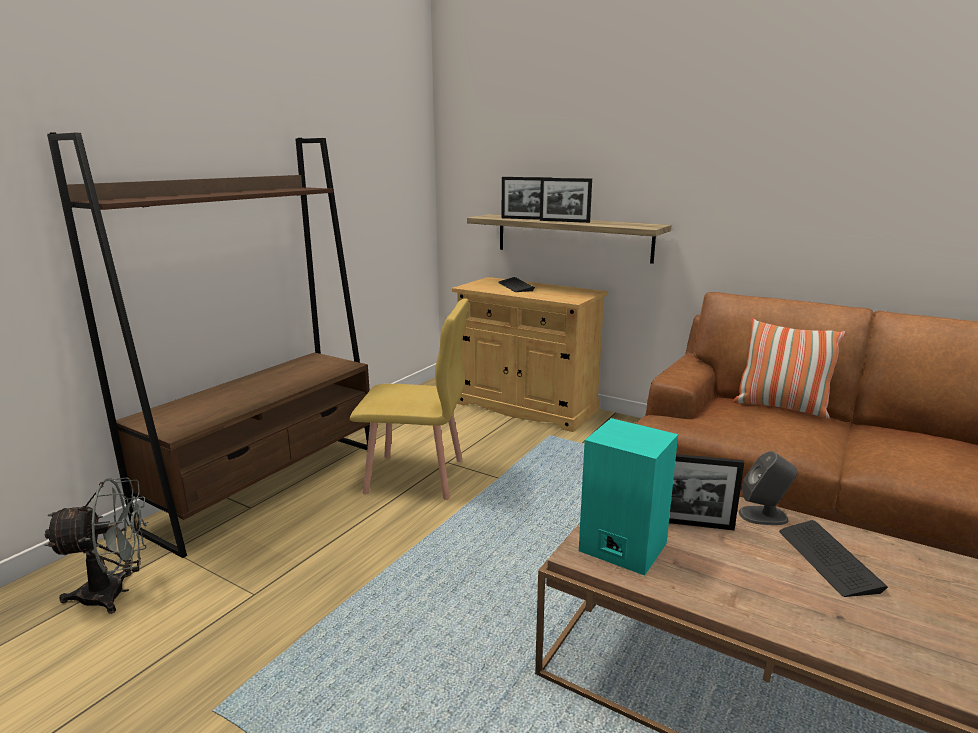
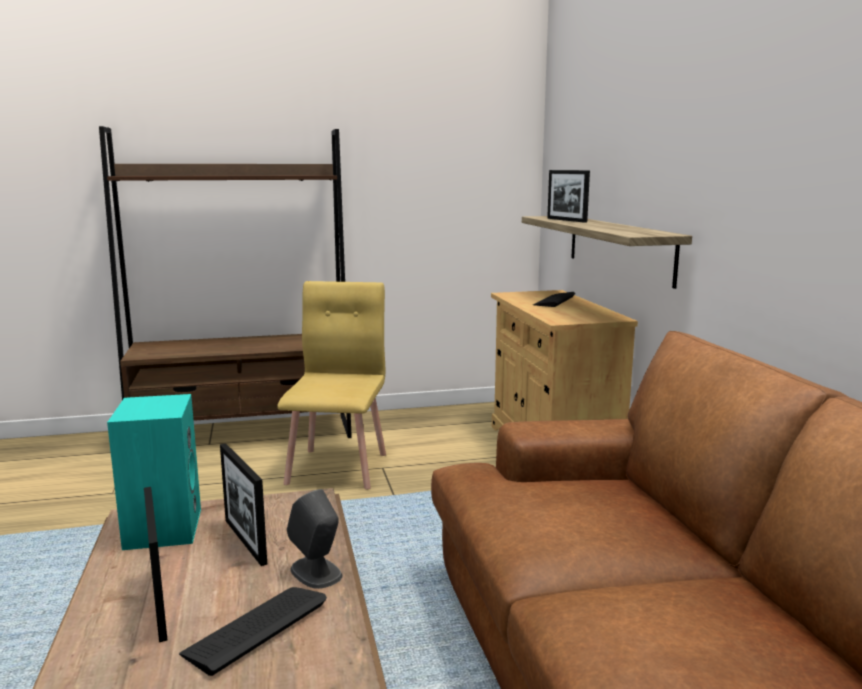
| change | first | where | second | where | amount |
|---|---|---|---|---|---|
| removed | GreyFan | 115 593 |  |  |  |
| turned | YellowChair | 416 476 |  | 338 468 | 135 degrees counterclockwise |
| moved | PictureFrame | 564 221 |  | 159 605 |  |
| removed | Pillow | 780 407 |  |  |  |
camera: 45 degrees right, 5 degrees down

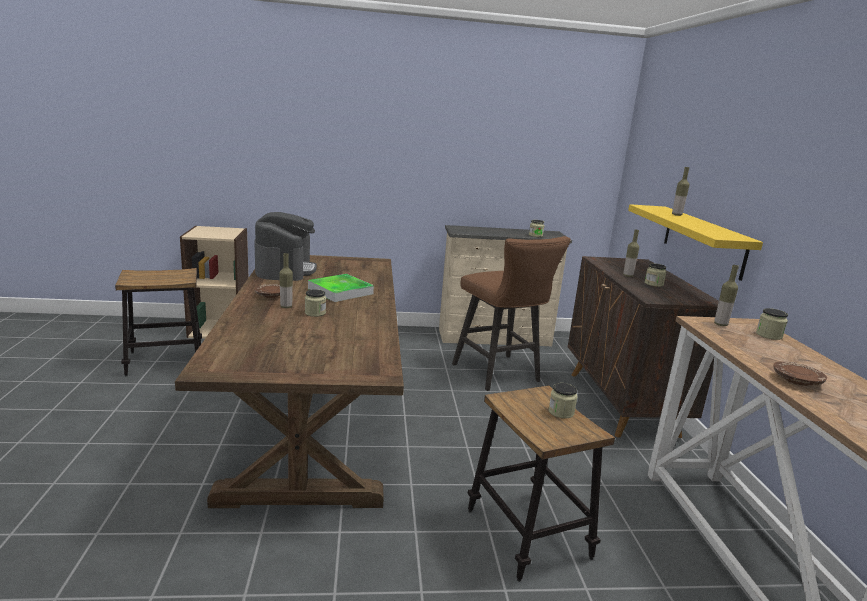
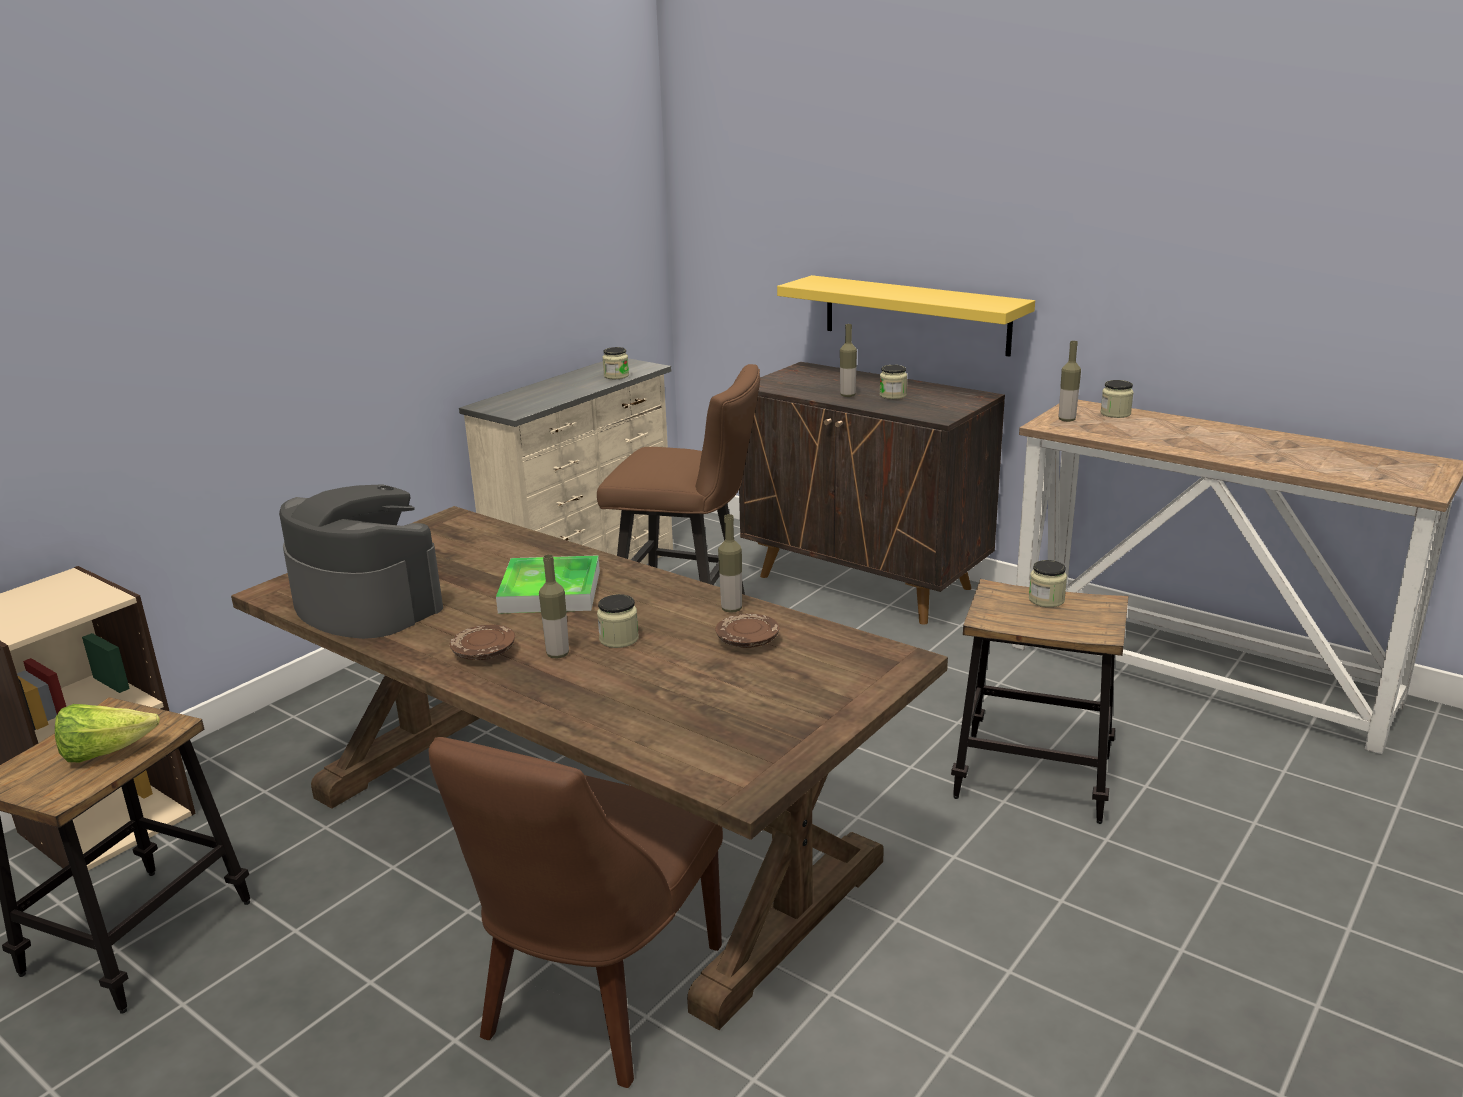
| change | first | where | second | where | amount |
|---|---|---|---|---|---|
| moved | Bottle | 676 215 |  | 731 609 |  |
| moved | BrownPlate | 796 381 |  | 747 641 |  |
| added |  |  | Lettuce | 106 752 |  |
| added |  |  | BrownChair | 596 997 |  |
camera: 45 degrees left, 5 degrees up

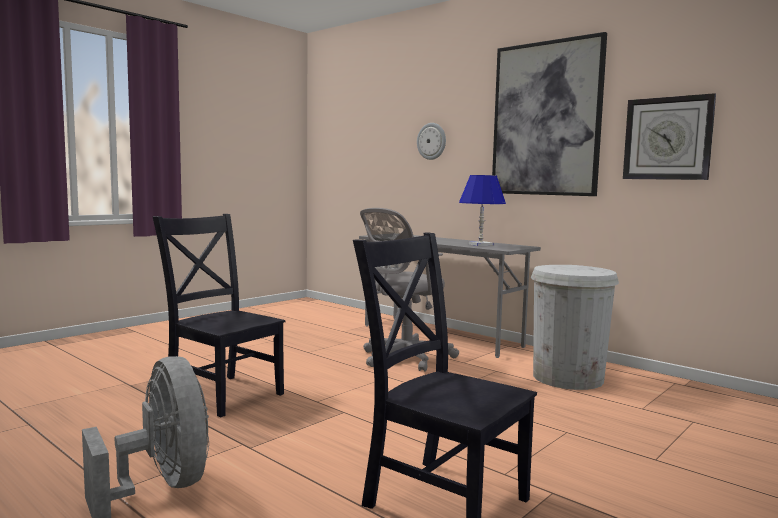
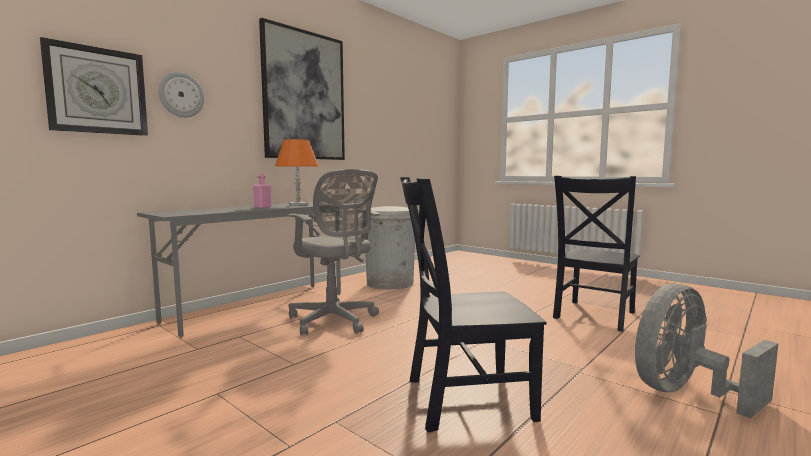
| change | first | where | second | where | amount |
|---|---|---|---|---|---|
| turned | BlackChair | 223 393 |  | 462 399 | 45 degrees clockwise |
| recoloured | BlueTableLamp | 480 245 | OrangeTableLamp | 298 205 |  |
| moved | WallClock | 667 138 |  | 97 90 |  |
| added |  |  | PinkBottle | 262 207 |  |
camera: 90 degrees left, 0 degrees up

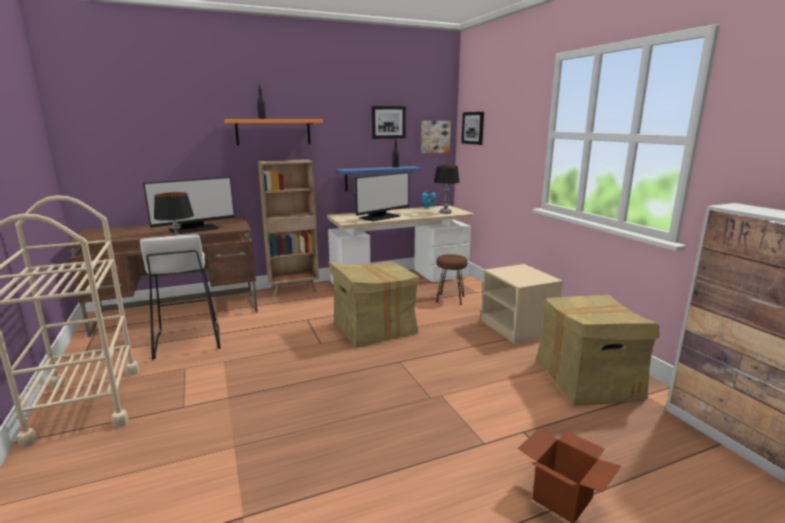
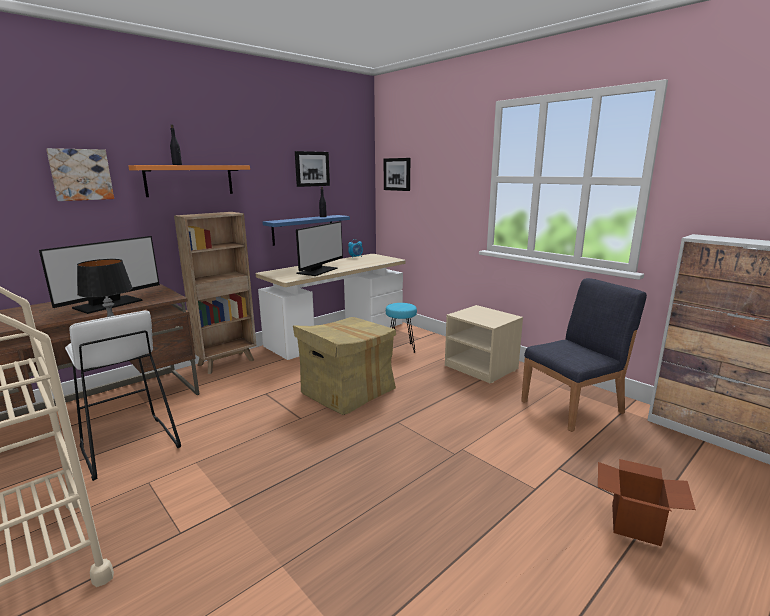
| change | first | where | second | where | amount |
|---|---|---|---|---|---|
| moved | Picture | 435 137 |  | 81 174 |  |
| removed | TableLamp | 445 213 |  |  |  |
| recoloured | BrownStool | 450 299 | TurquoiseStool | 401 348 |  |
| replaced | CardboardBox | 587 380 | BlueChair | 573 407 |  |
camera: 20 degrees left, 0 degrees up

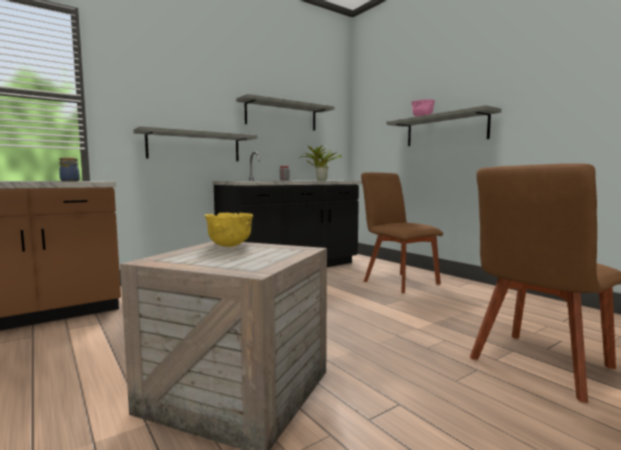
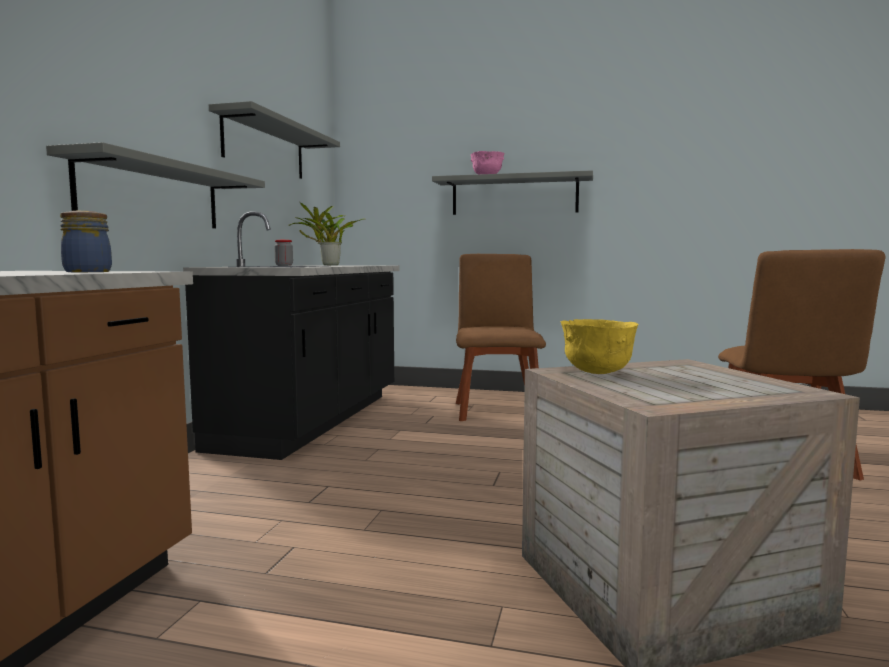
| change | first | where | second | where | amount |
|---|---|---|---|---|---|
| turned | BrownChair | 398 281 |  | 497 410 | 75 degrees clockwise |
camera: 40 degrees left, 0 degrees up

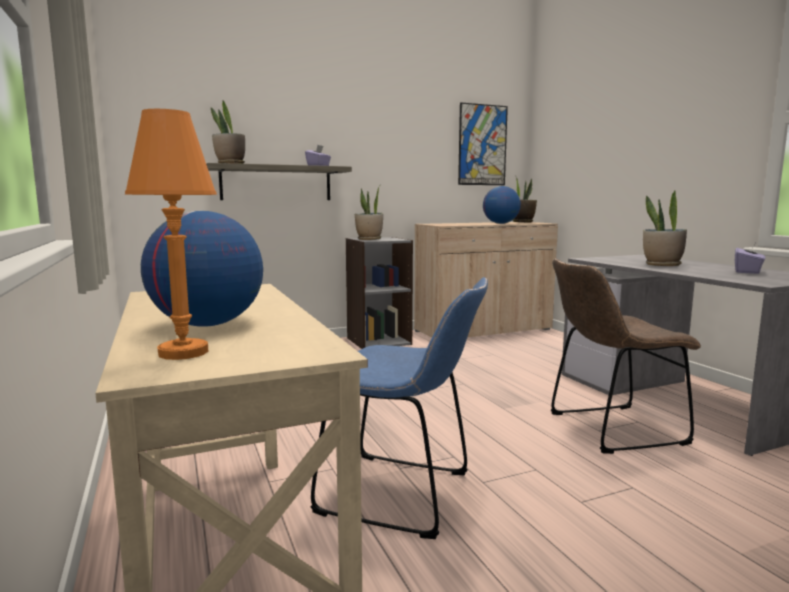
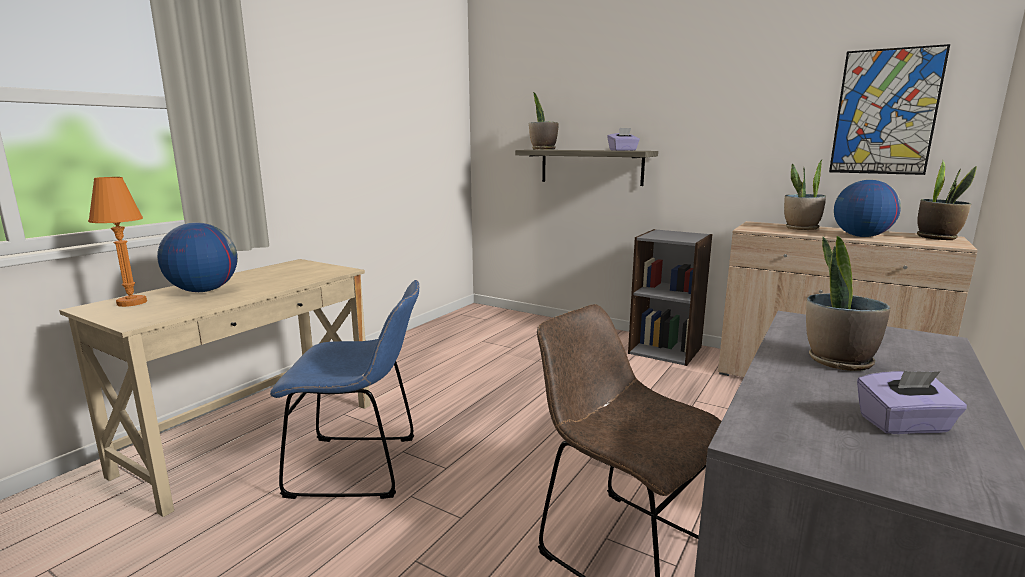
| change | first | where | second | where | amount |
|---|---|---|---|---|---|
| turned | BlueChair | 403 495 |  | 361 467 | 75 degrees counterclockwise |
| moved | PottedPlant | 369 239 |  | 801 228 |  |
camera: 55 degrees right, 5 degrees up

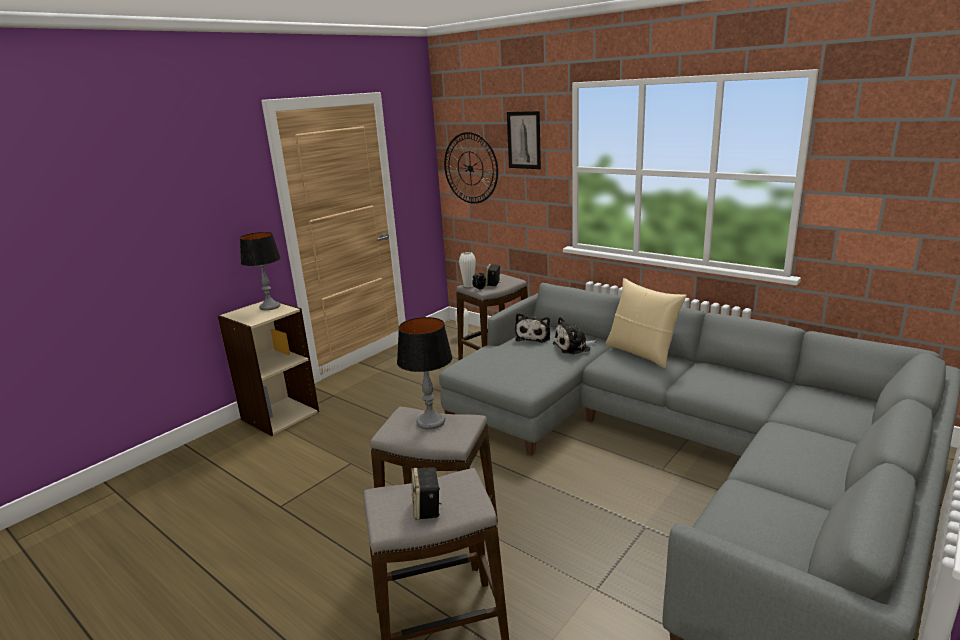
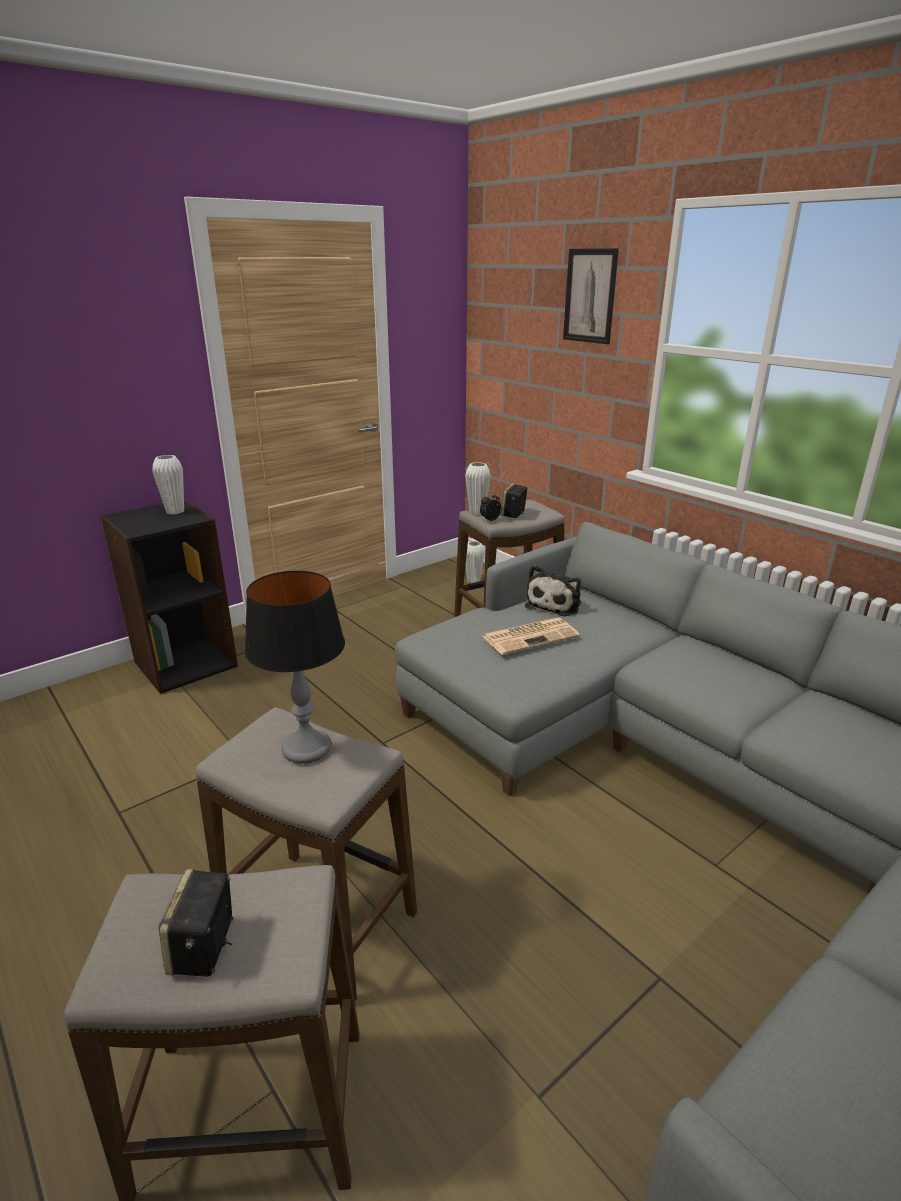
| change | first | where | second | where | amount |
|---|---|---|---|---|---|
| recoloured | BeigeBookcase | 280 415 | BlackBookcase | 185 663 |  |
| replaced | TableLamp | 269 307 | WhiteVase | 175 511 |  |
| removed | WallClock | 470 168 |  |  |  |
| removed | PlushToy | 573 347 |  |  |  |
| removed | BeigePillow | 641 353 |  |  |  |
| added |  |  | Newspaper | 531 636 |  |
camera: 10 degrees right, 5 degrees up

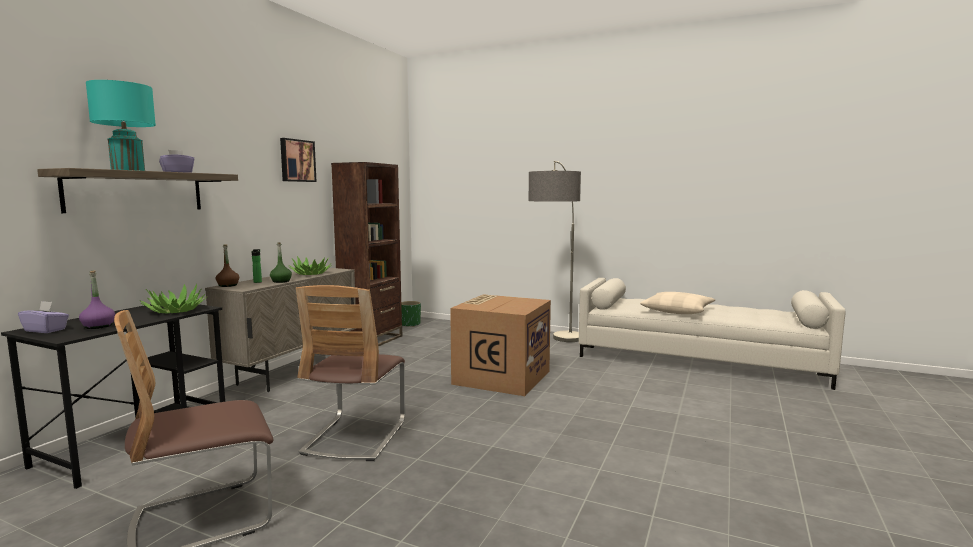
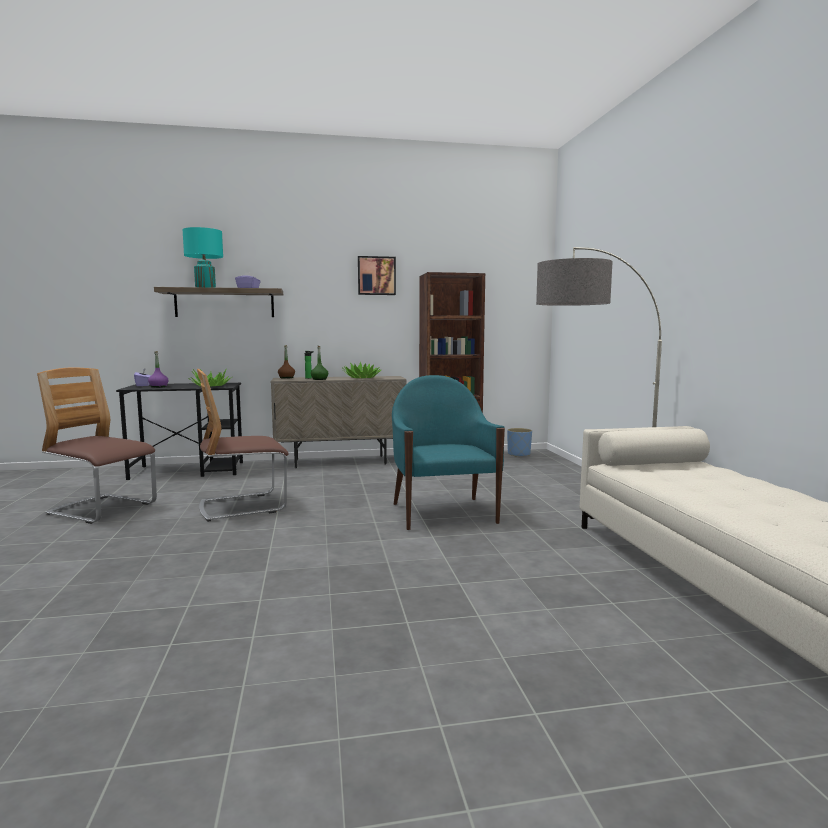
| change | first | where | second | where | amount |
|---|---|---|---|---|---|
| recoloured | GreenPlanter | 410 324 | BluePlanter | 519 454 |  |
| replaced | CardboardBox | 501 377 | TurquoiseArmchair | 443 512 |  |
| removed | BeigePillow | 677 310 |  |  |  |
camera: 55 degrees right, 0 degrees up

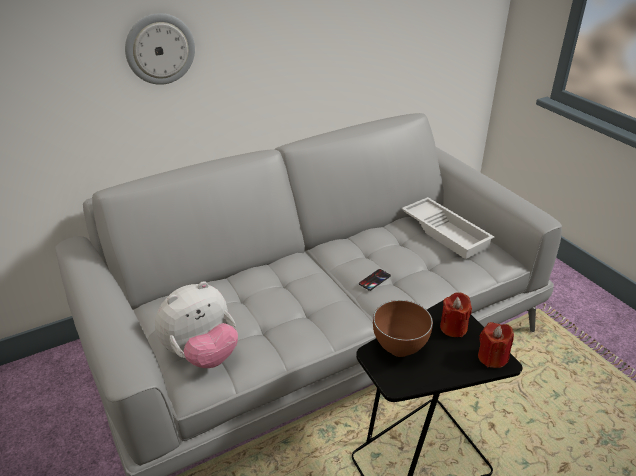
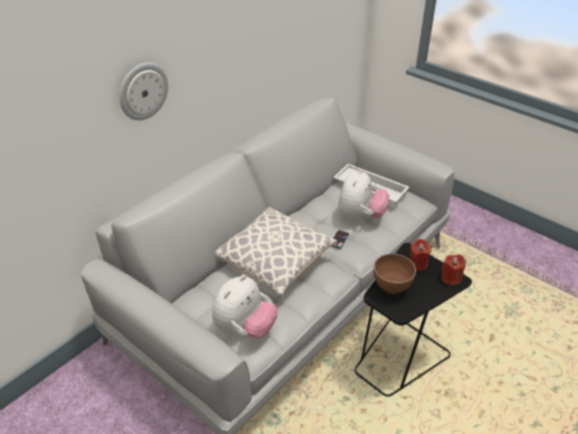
| change | first | where | second | where | amount |
|---|---|---|---|---|---|
| added |  |  | Pillow | 275 262 |  |
| added |  |  | PlushToy | 360 216 |  |
camera: 20 degrees left, 5 degrees up

